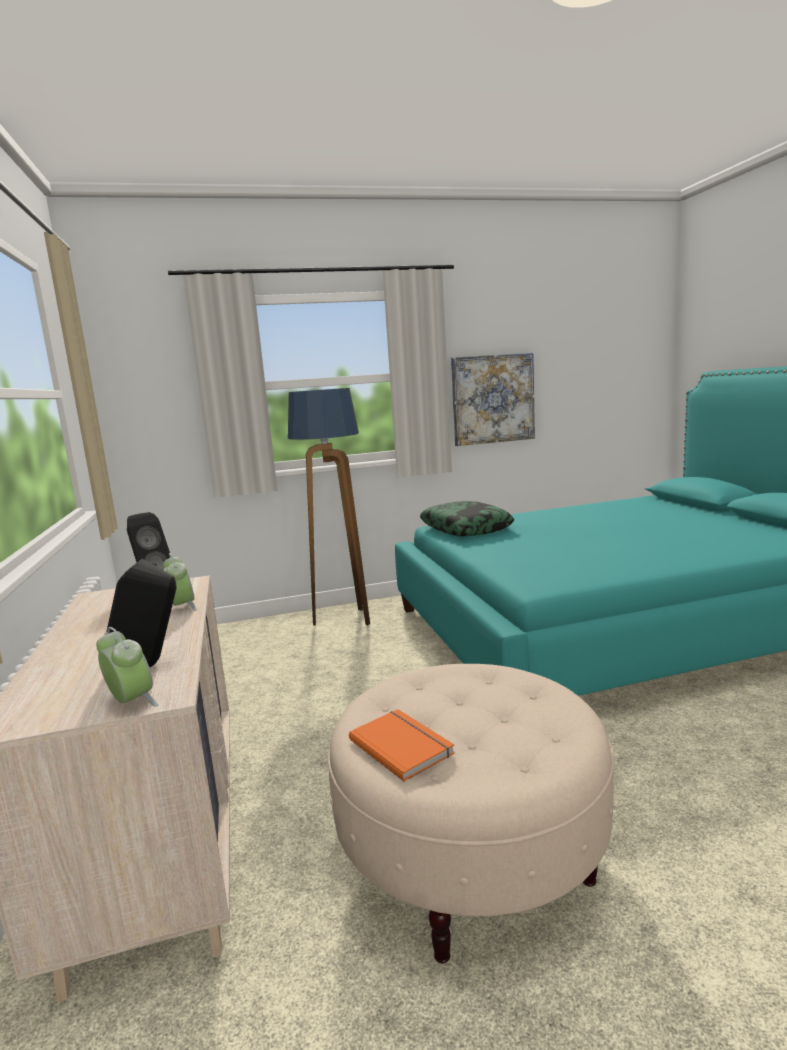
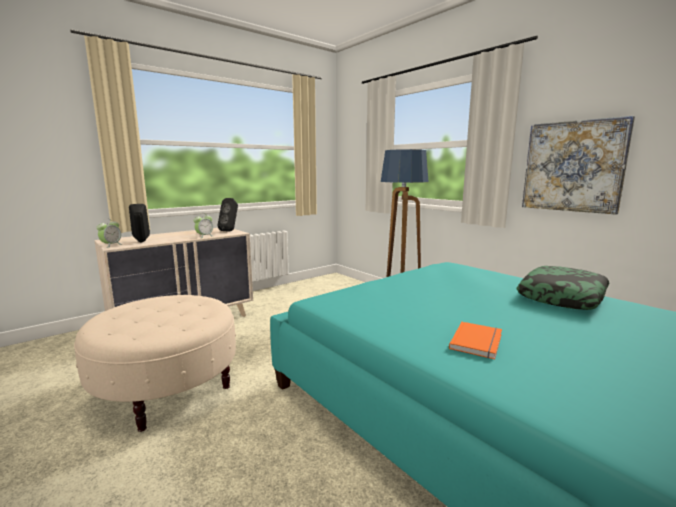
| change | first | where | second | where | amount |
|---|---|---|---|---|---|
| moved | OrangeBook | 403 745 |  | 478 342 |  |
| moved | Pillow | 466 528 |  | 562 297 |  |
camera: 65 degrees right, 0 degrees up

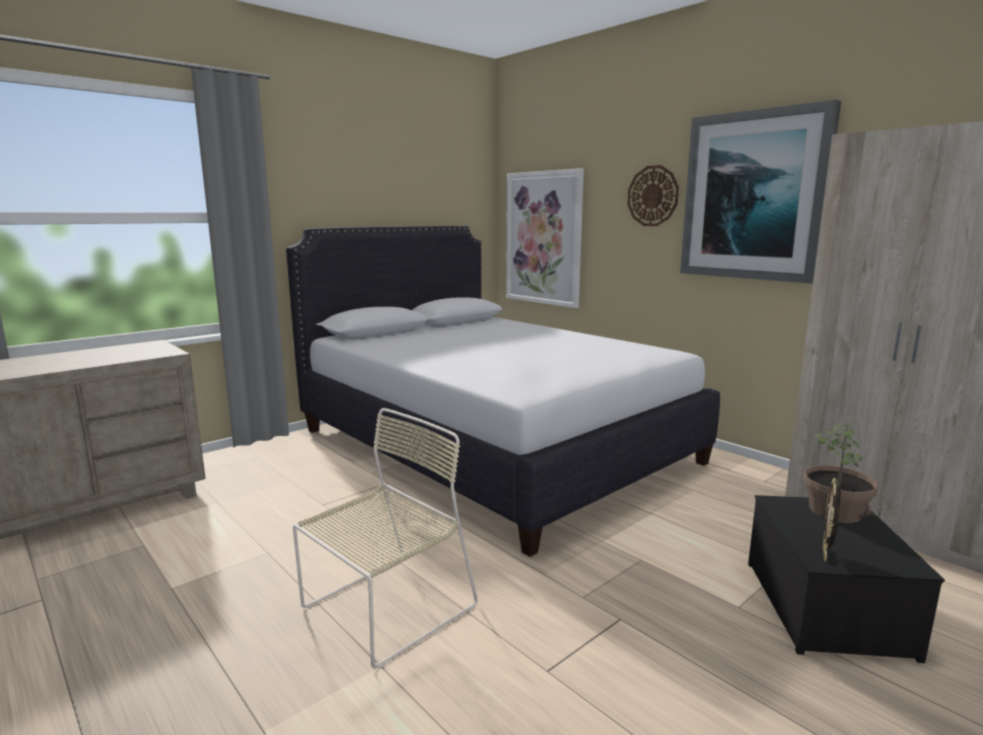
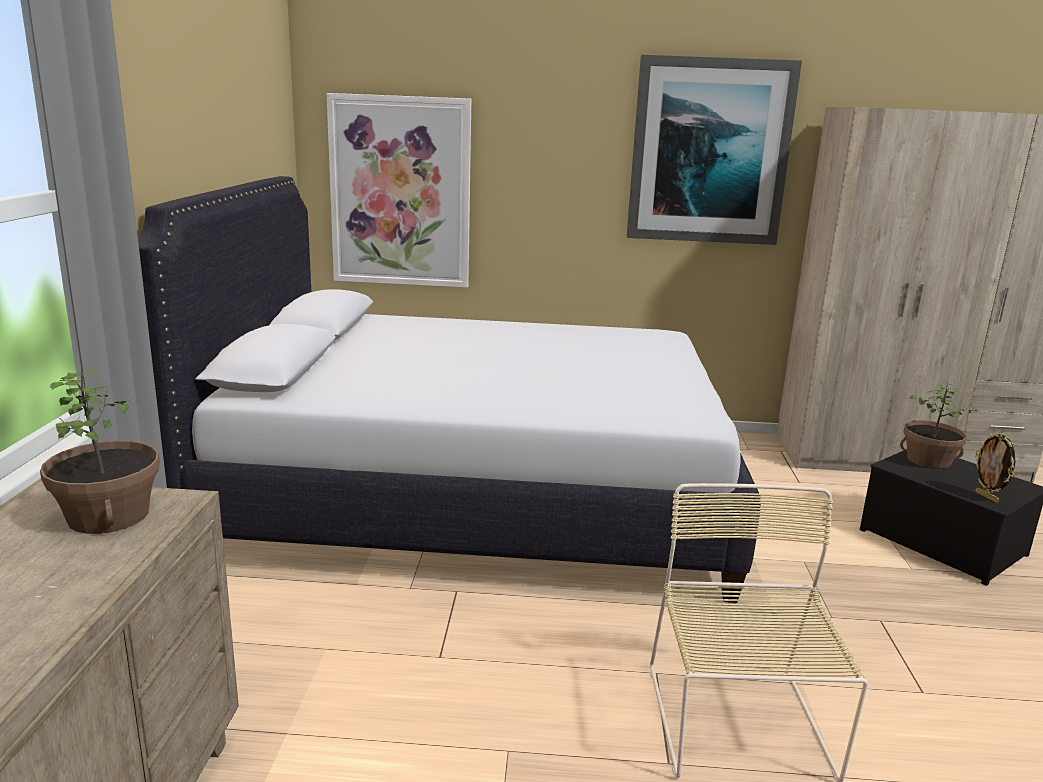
| change | first | where | second | where | amount |
|---|---|---|---|---|---|
| removed | WallClock | 653 196 |  |  |  |
| added |  |  | PottedPlant | 110 515 |  |
camera: 45 degrees left, 5 degrees up

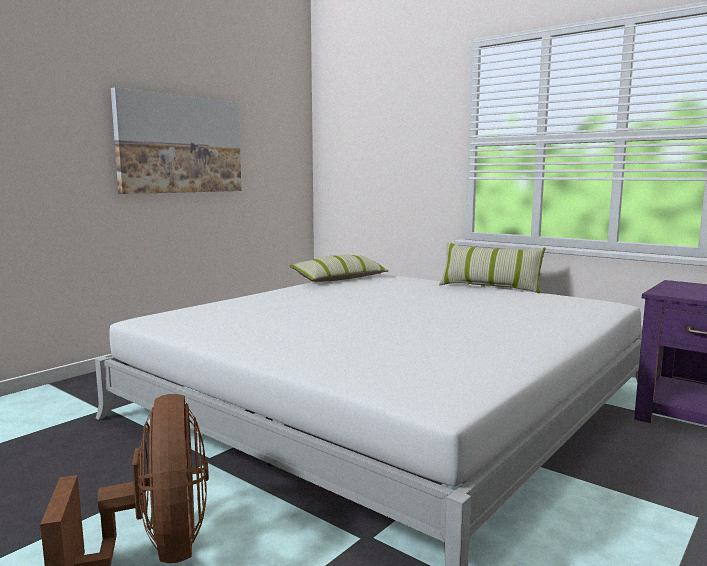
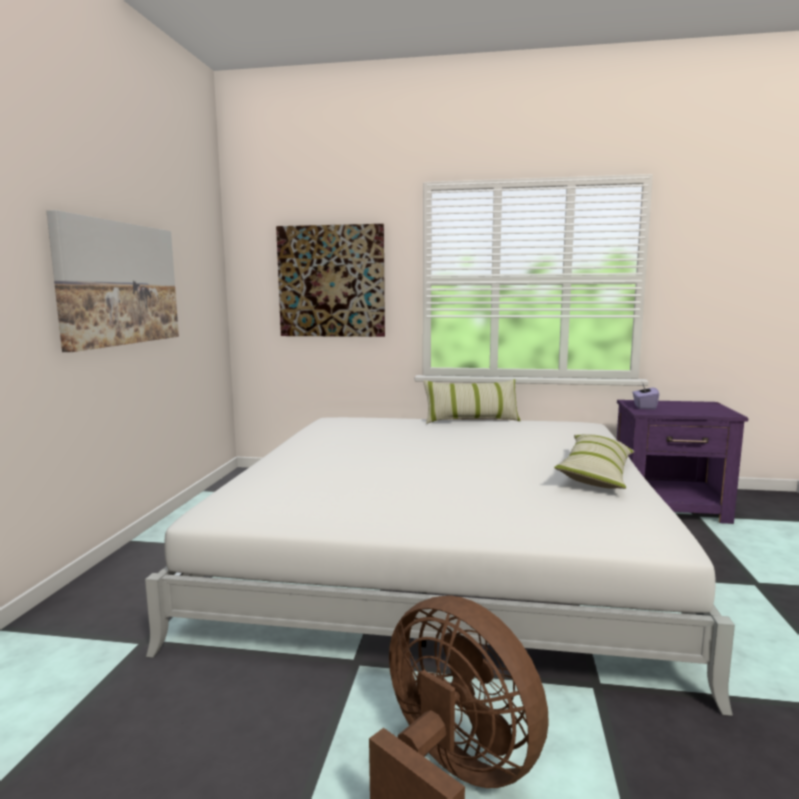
| change | first | where | second | where | amount |
|---|---|---|---|---|---|
| moved | Pillow | 339 279 |  | 596 474 |  |
| added |  |  | Picture | 331 281 |  |
| added |  |  | PurpleTissueBox | 644 407 |  |
camera: 30 degrees left, 0 degrees up

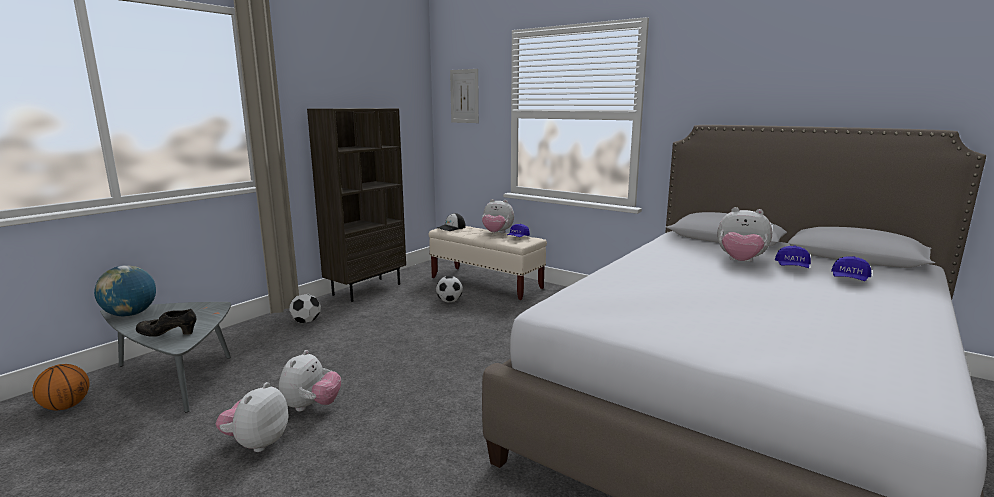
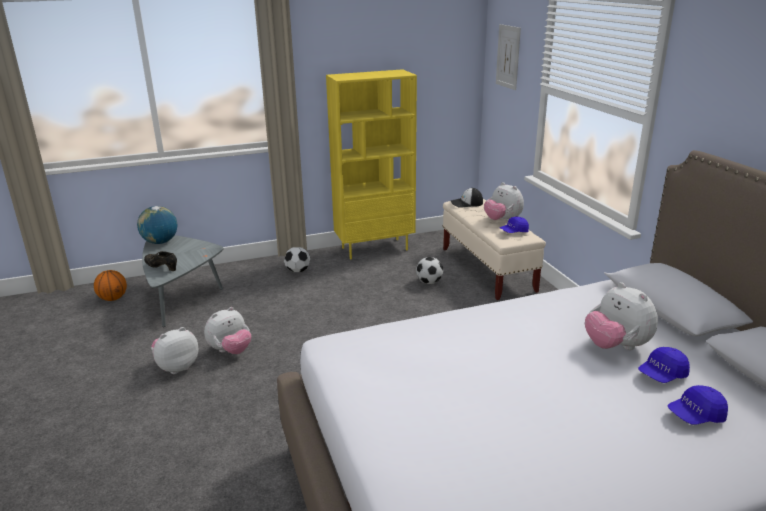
| change | first | where | second | where | amount |
|---|---|---|---|---|---|
| recoloured | BrownBookcase | 366 289 | YellowBookcase | 375 248 |  |
camera: 35 degrees right, 10 degrees up

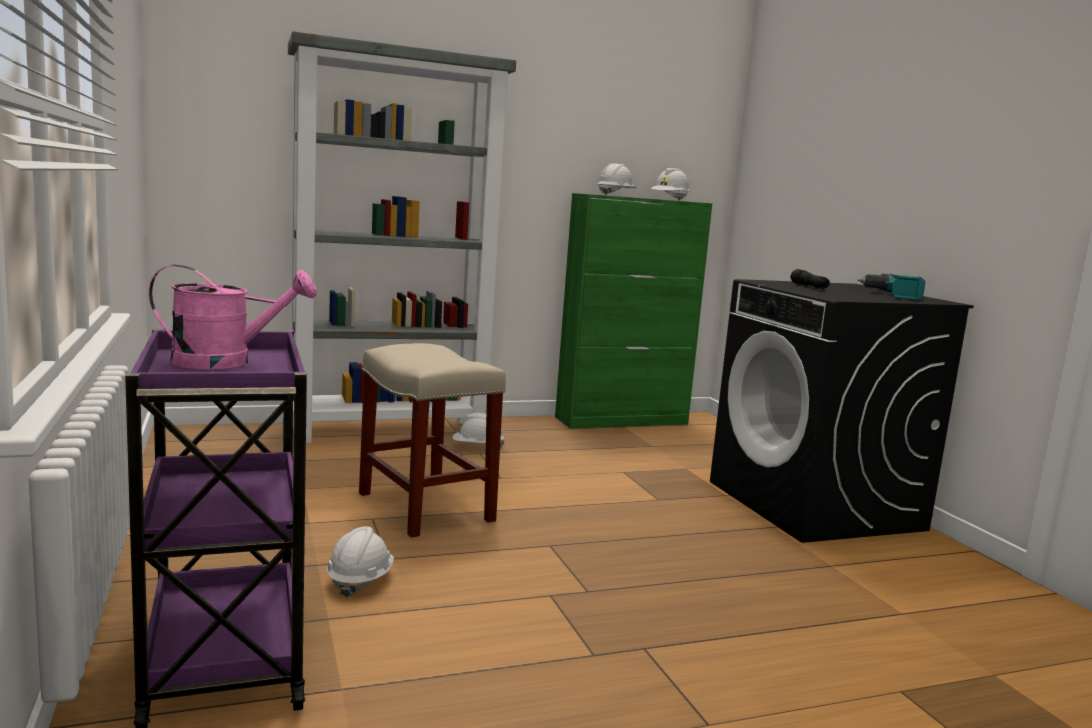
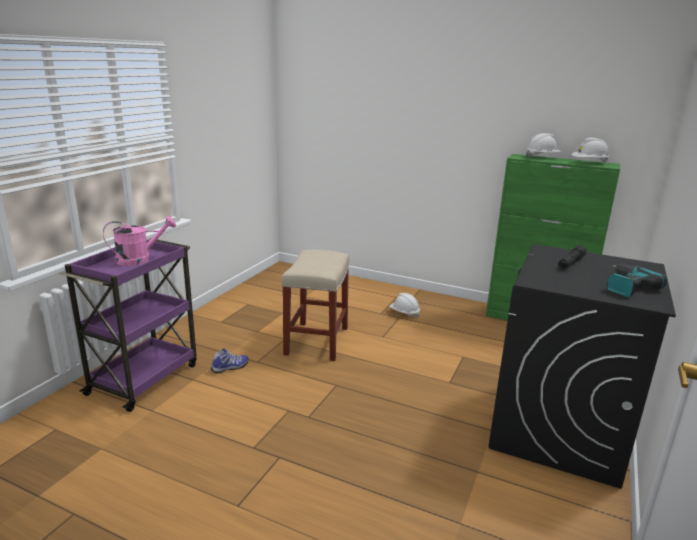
| change | first | where | second | where | amount |
|---|---|---|---|---|---|
| turned | PinkWateringCan | 226 362 |  | 140 259 | 60 degrees counterclockwise |
| removed | GreyBookcase | 390 430 |  |  |  |
| replaced | WhiteHardHat | 359 580 | Shoe | 230 368 |  |
camera: 45 degrees right, 10 degrees up

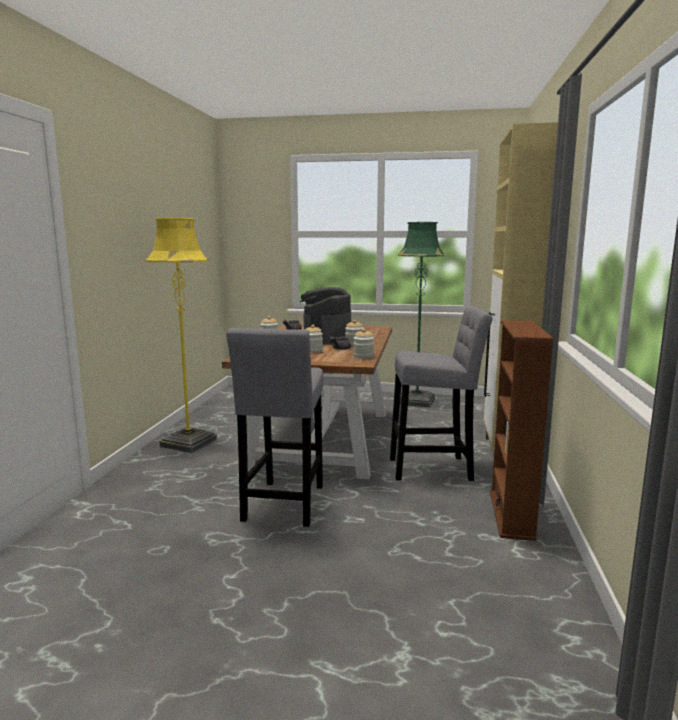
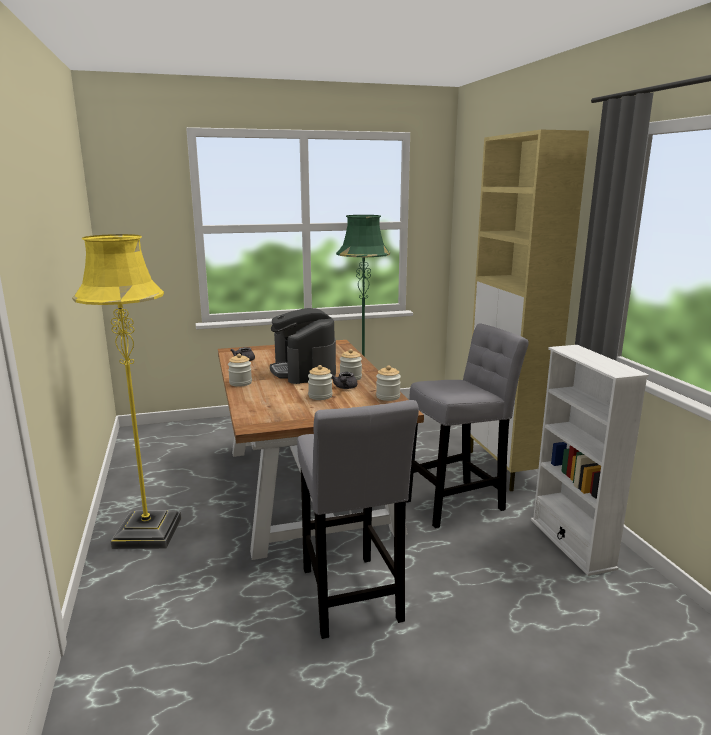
| change | first | where | second | where | amount |
|---|---|---|---|---|---|
| recoloured | BrownBookcase | 511 514 | WhiteBookcase | 571 543 |  |
camera: 25 degrees left, 5 degrees up

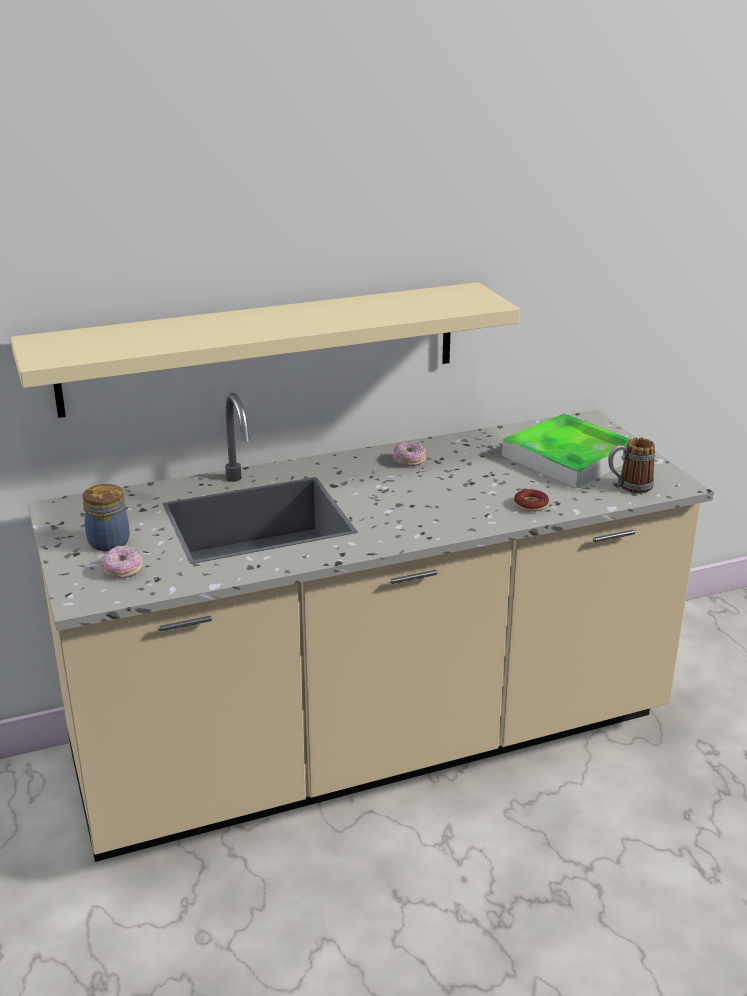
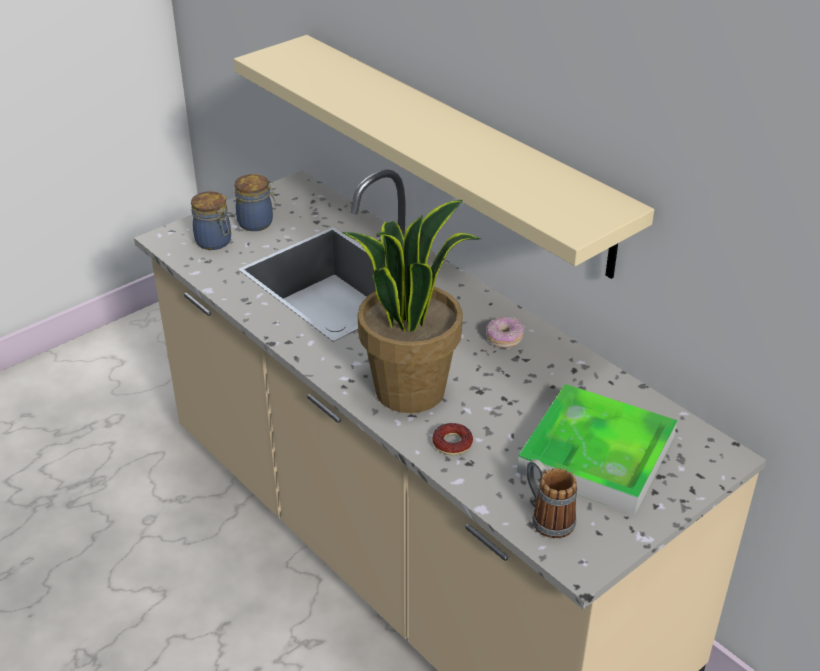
| change | first | where | second | where | amount |
|---|---|---|---|---|---|
| replaced | Donut | 122 570 | Jar | 214 242 |  |
| added |  |  | PottedPlant | 410 389 |  |
camera: 70 degrees right, 10 degrees up

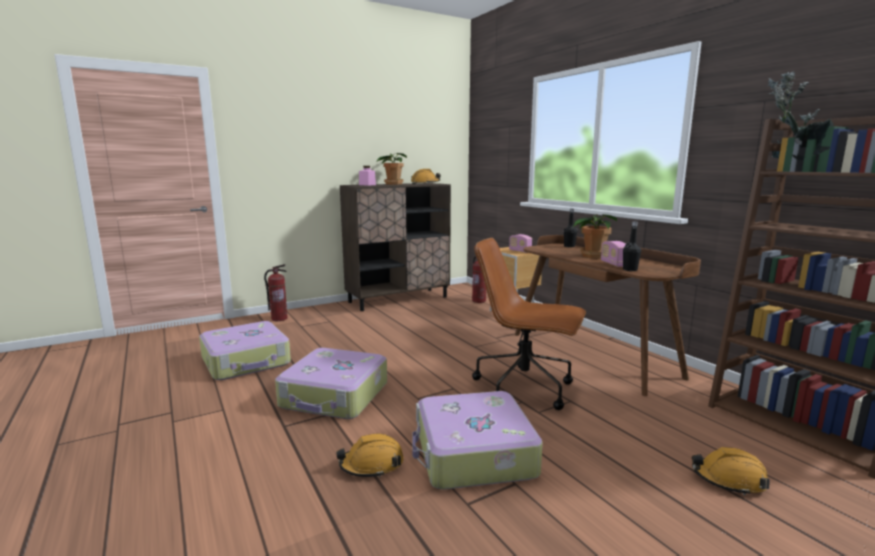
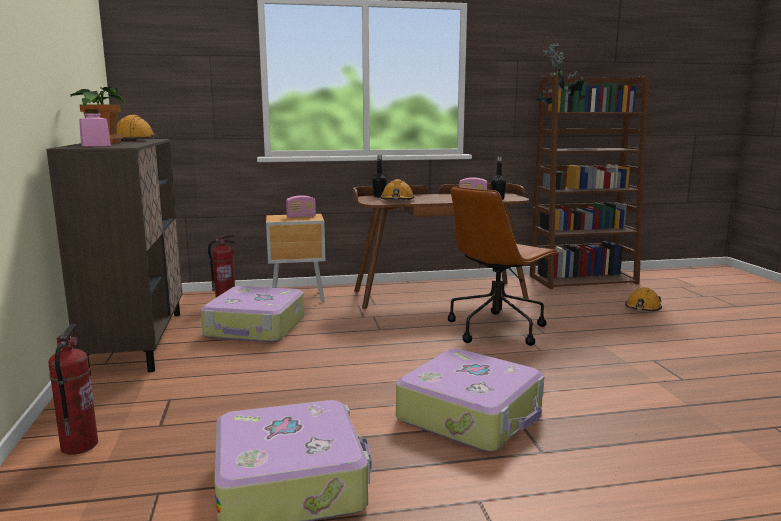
| change | first | where | second | where | amount |
|---|---|---|---|---|---|
| moved | OrangeHardHat | 372 465 |  | 397 200 |  |
| moved | Suitcase | 473 454 |  | 256 327 |  |
| removed | PottedPlant | 592 256 |  |  |  |
camera: 70 degrees left, 0 degrees up

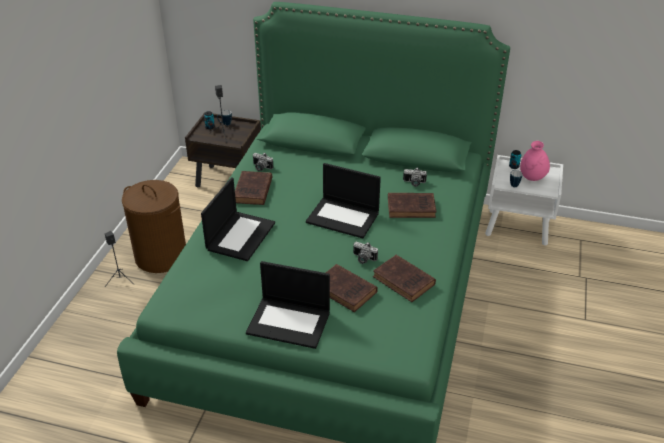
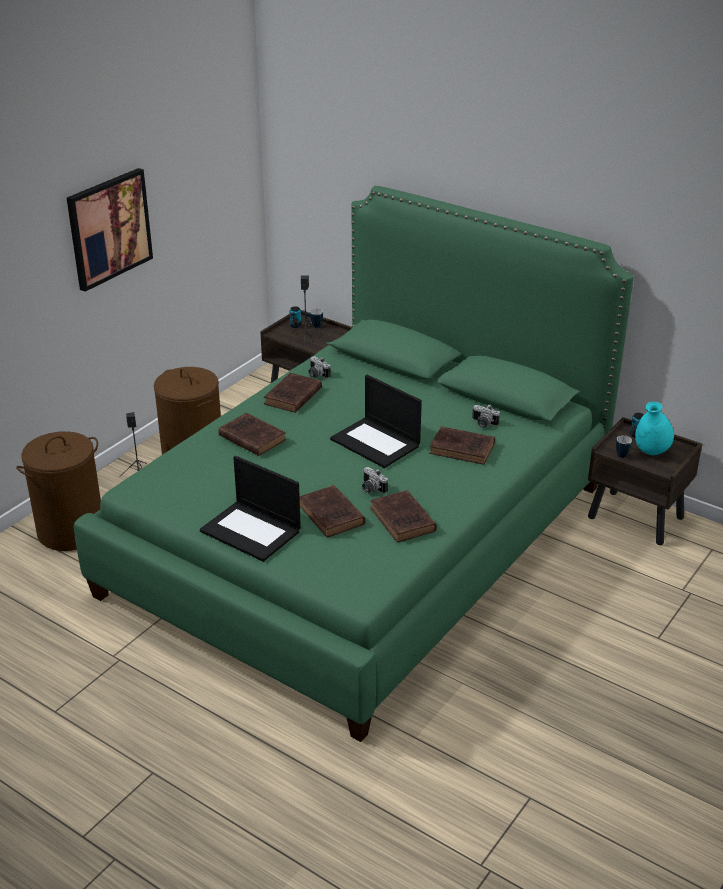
| change | first | where | second | where | amount |
|---|---|---|---|---|---|
| replaced | Laptop | 240 235 | BrownBook | 251 437 |  |
| recoloured | WhiteNightstand | 518 227 | BrownNightstand | 636 518 |  |
| recoloured | PinkVase | 532 178 | TurquoiseVase | 651 452 |  |
| added |  |  | BrownLaundryBasket | 71 530 |  |
| added |  |  | Picture | 109 228 |  |
camera: 20 degrees right, 5 degrees down

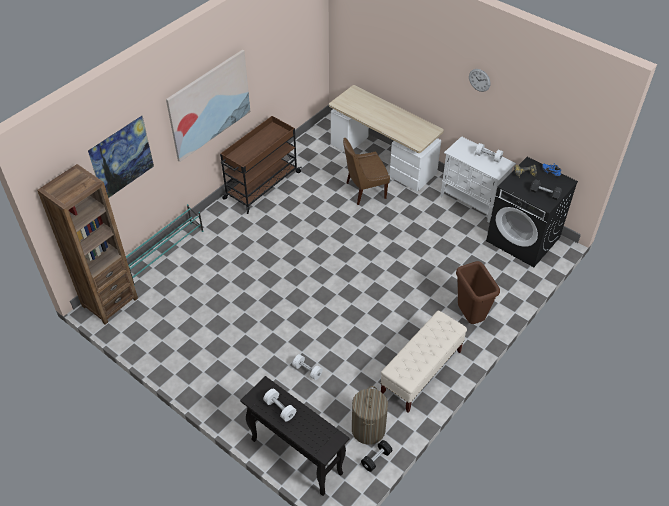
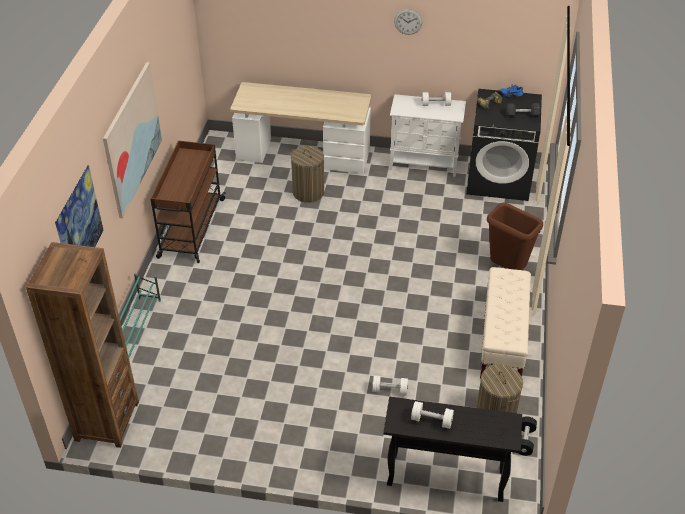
| change | first | where | second | where | amount |
|---|---|---|---|---|---|
| replaced | BrownChair | 364 191 | LaundryBasket | 308 192 |  |
camera: 30 degrees left, 5 degrees down

